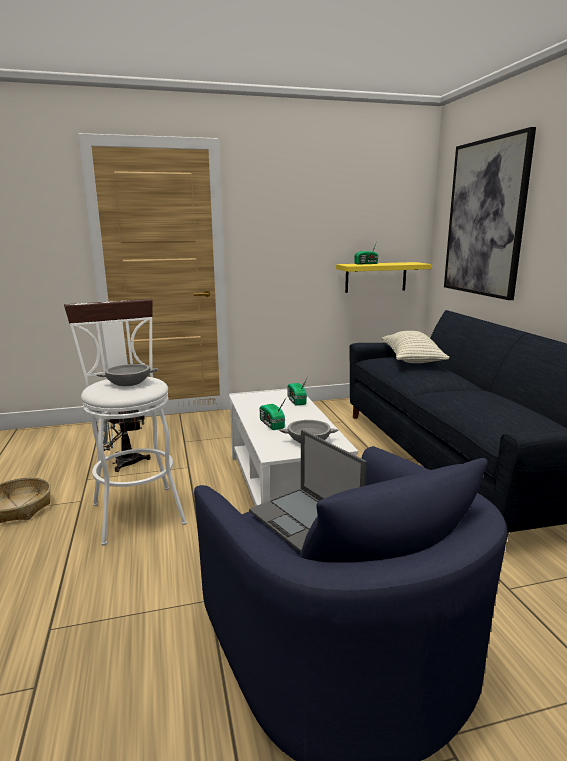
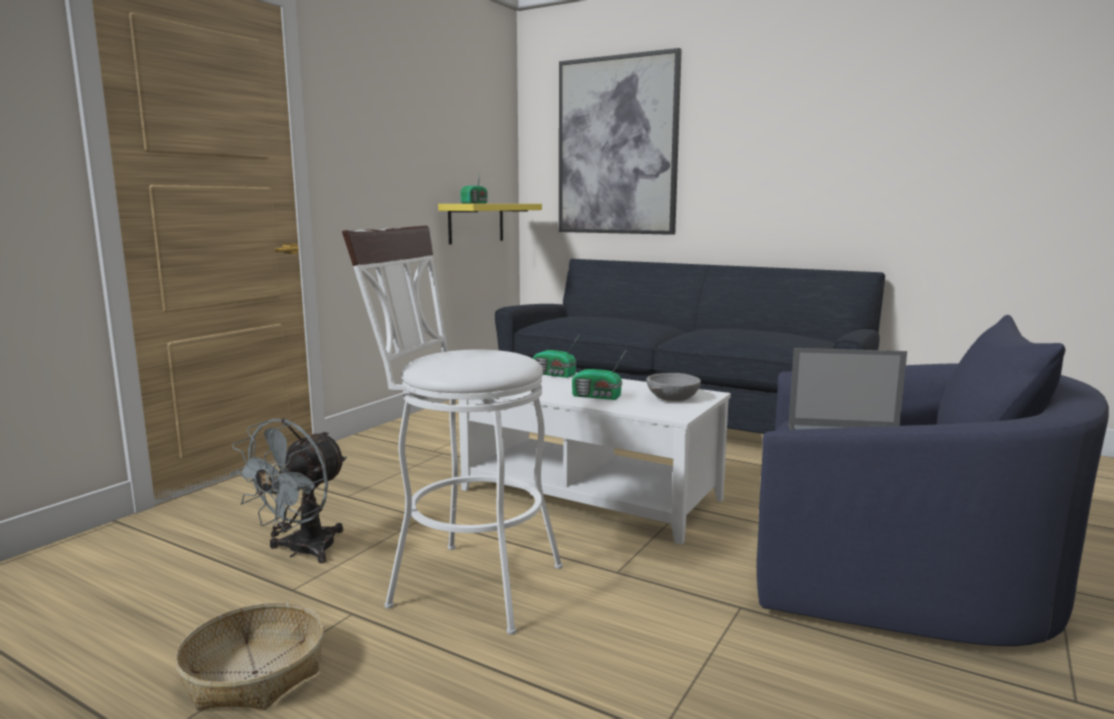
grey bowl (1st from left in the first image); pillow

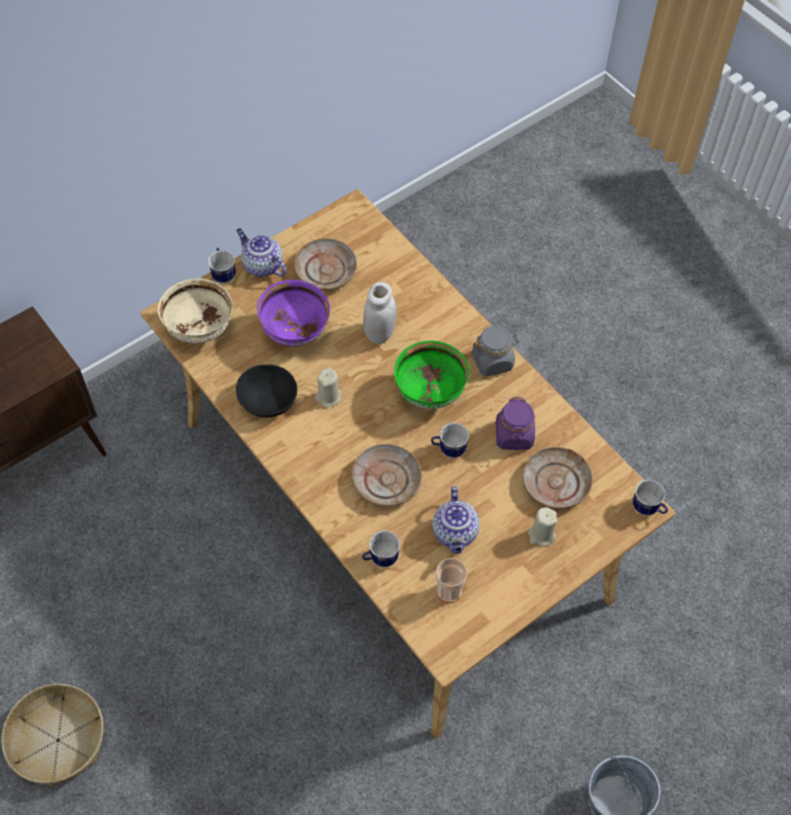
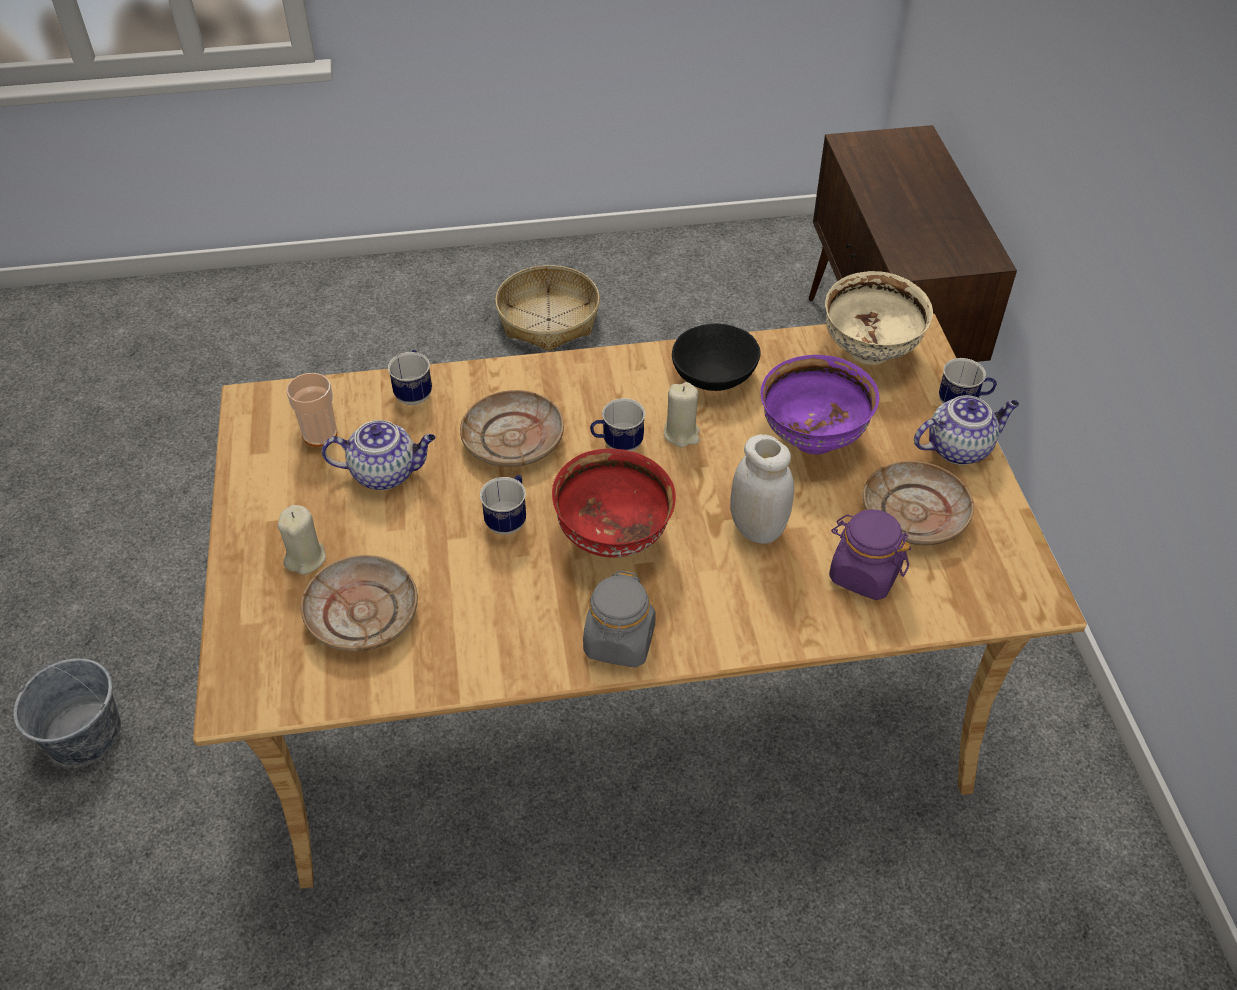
red bowl; teapot (1st from left); purple jar; mug (3rd from left)

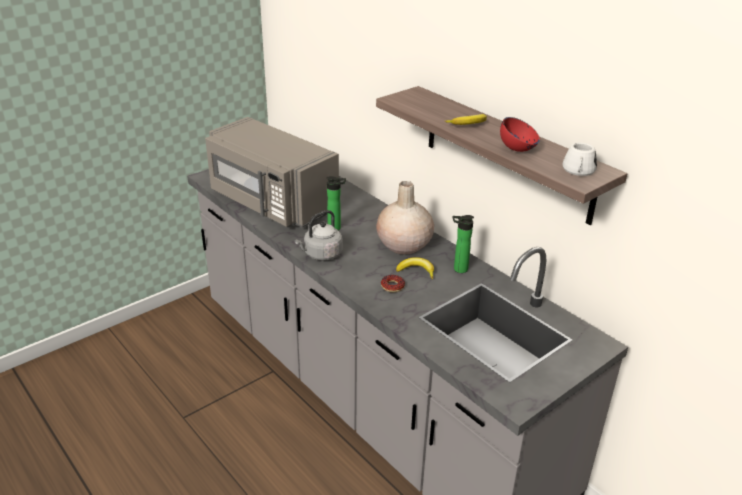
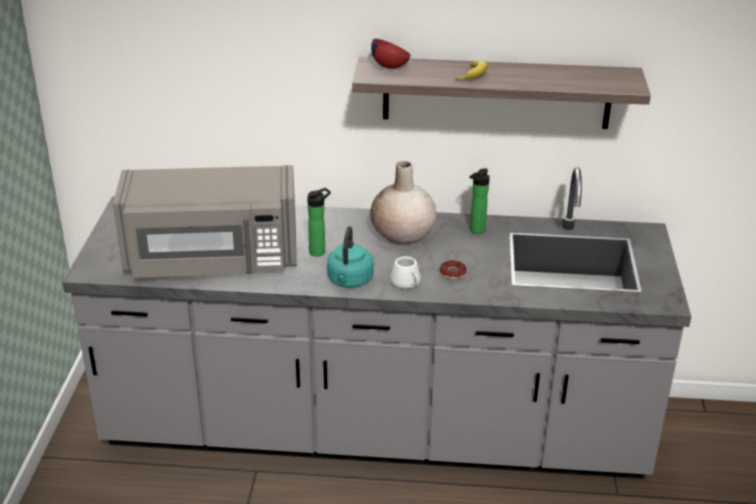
turquoise kettle; banana (1st from left in the first image); red bowl; white mug

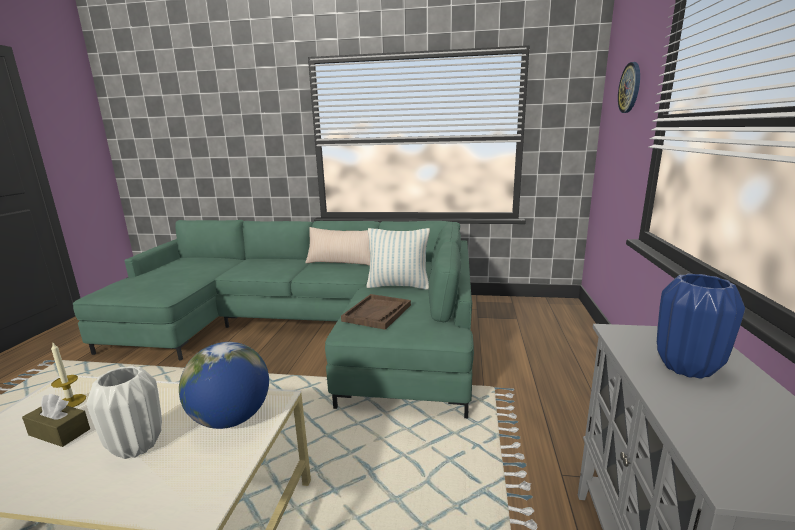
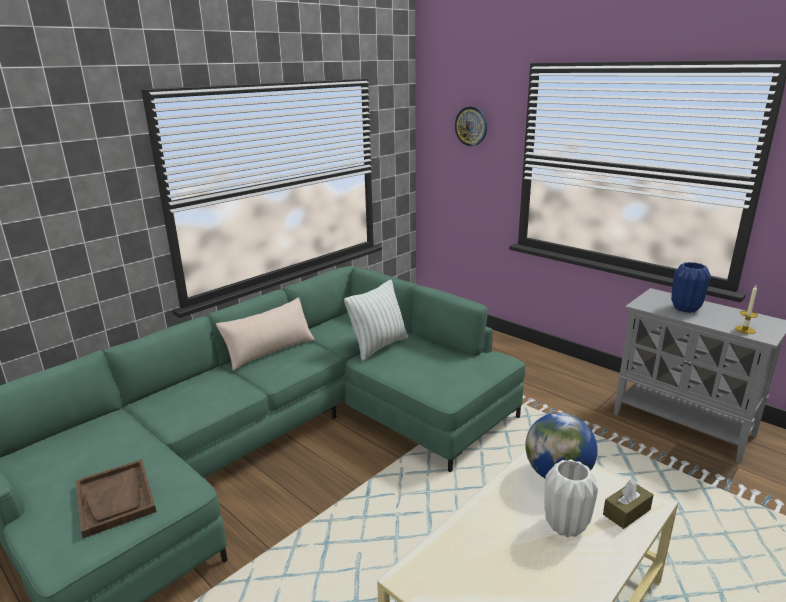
brown tissue box; candle; brown tray

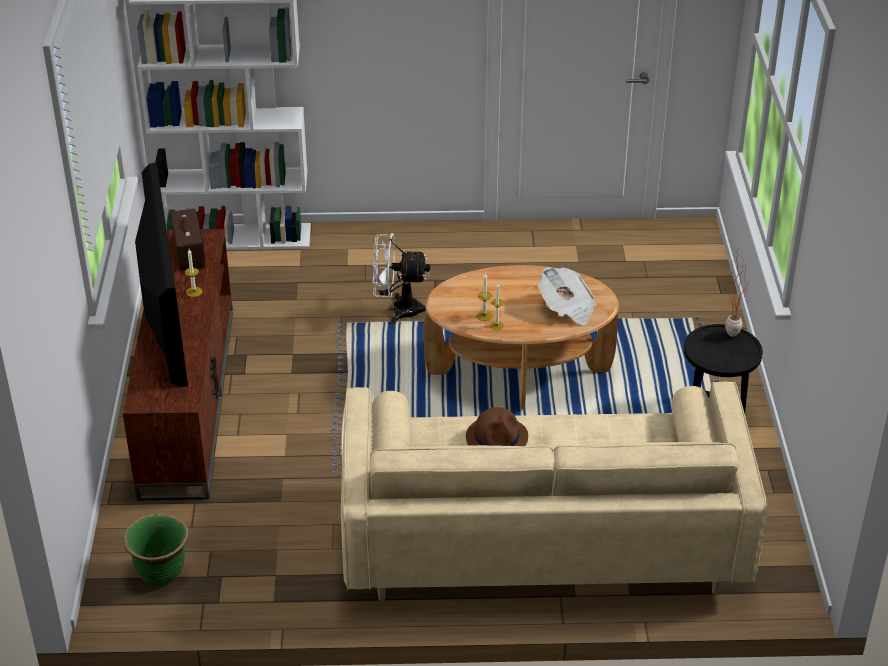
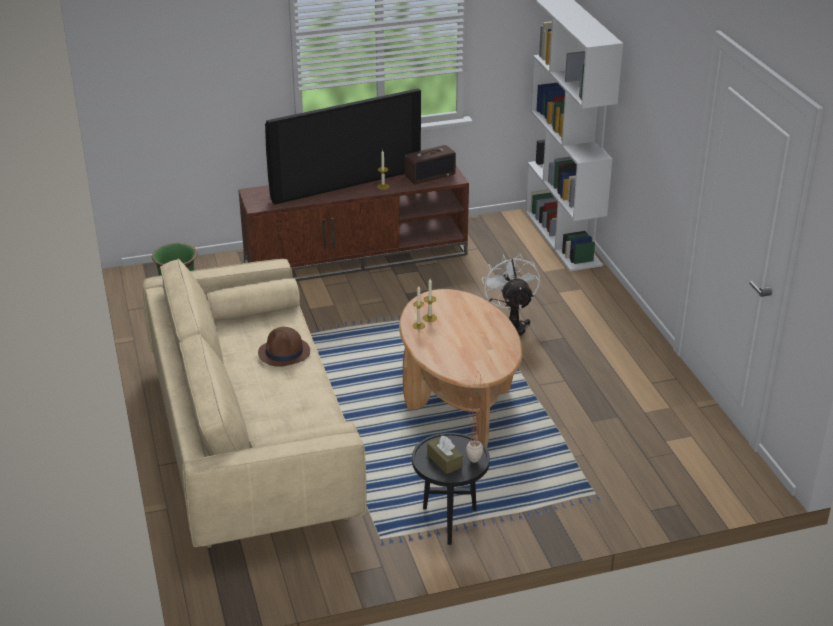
newspaper; brown tissue box

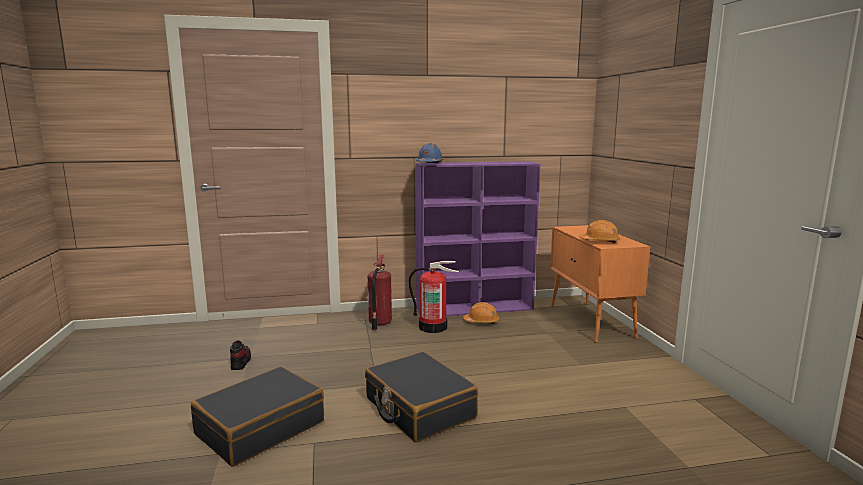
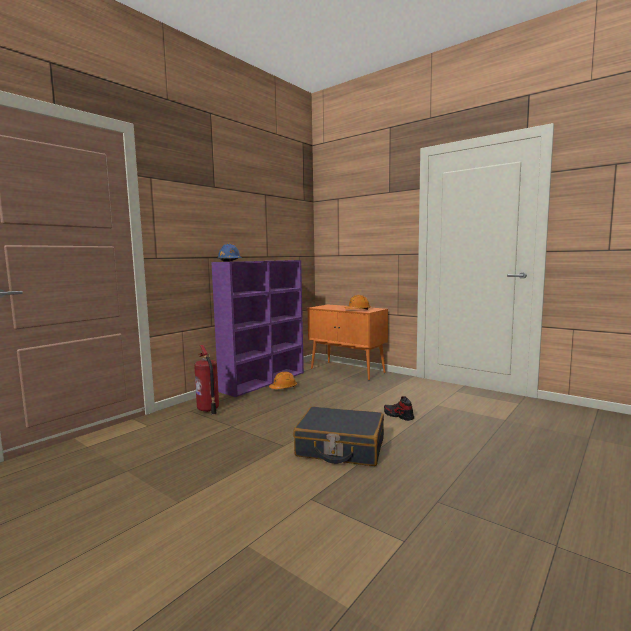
black suitcase (1st from left in the first image); shoe; fire extinguisher (2nd from left in the first image)

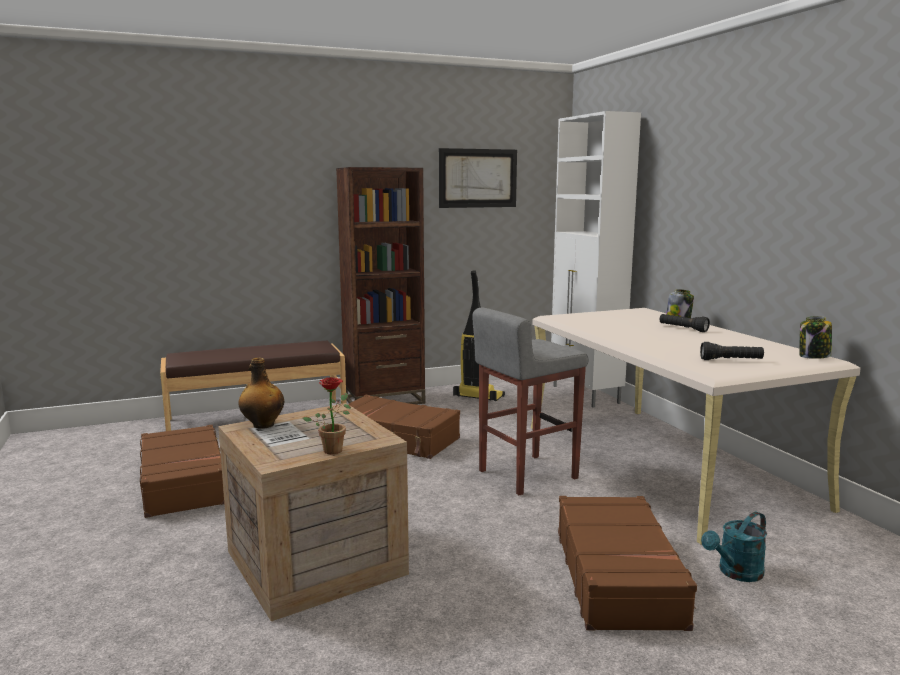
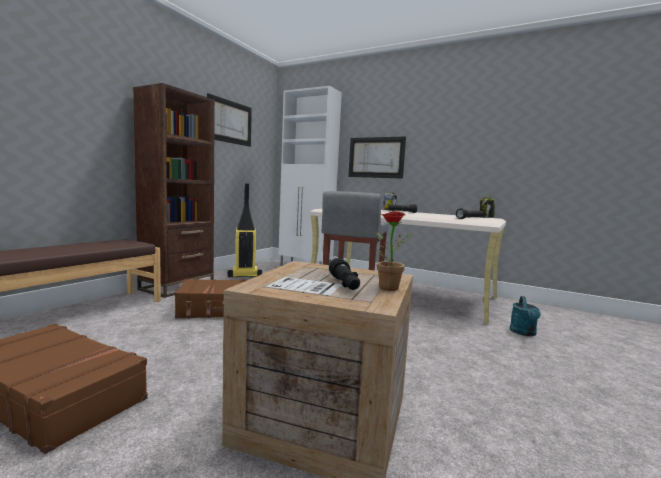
bottle; brown suitcase (3rd from left in the first image); black flashlight (1st from left); picture (2nd from left)

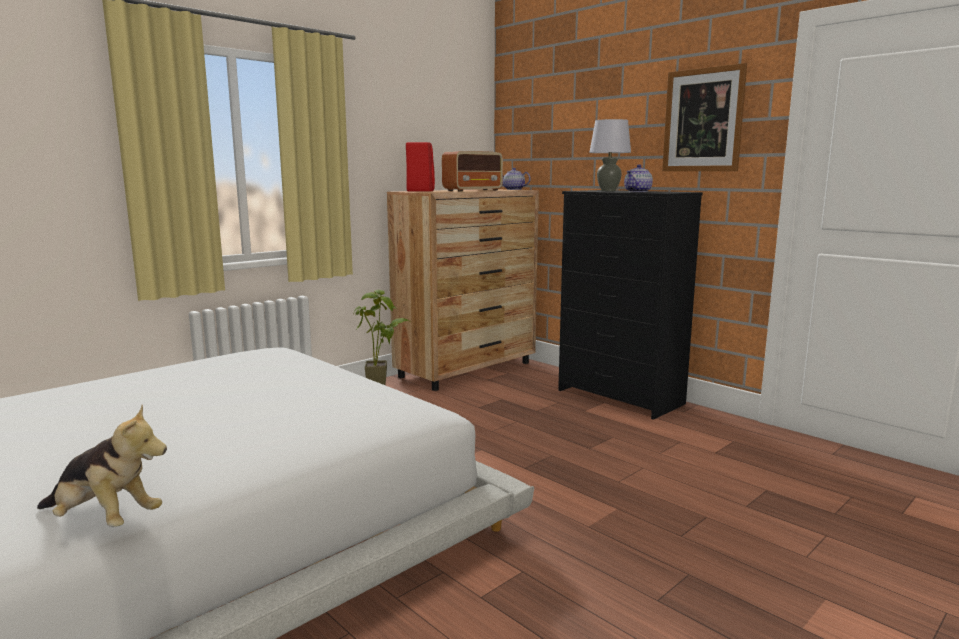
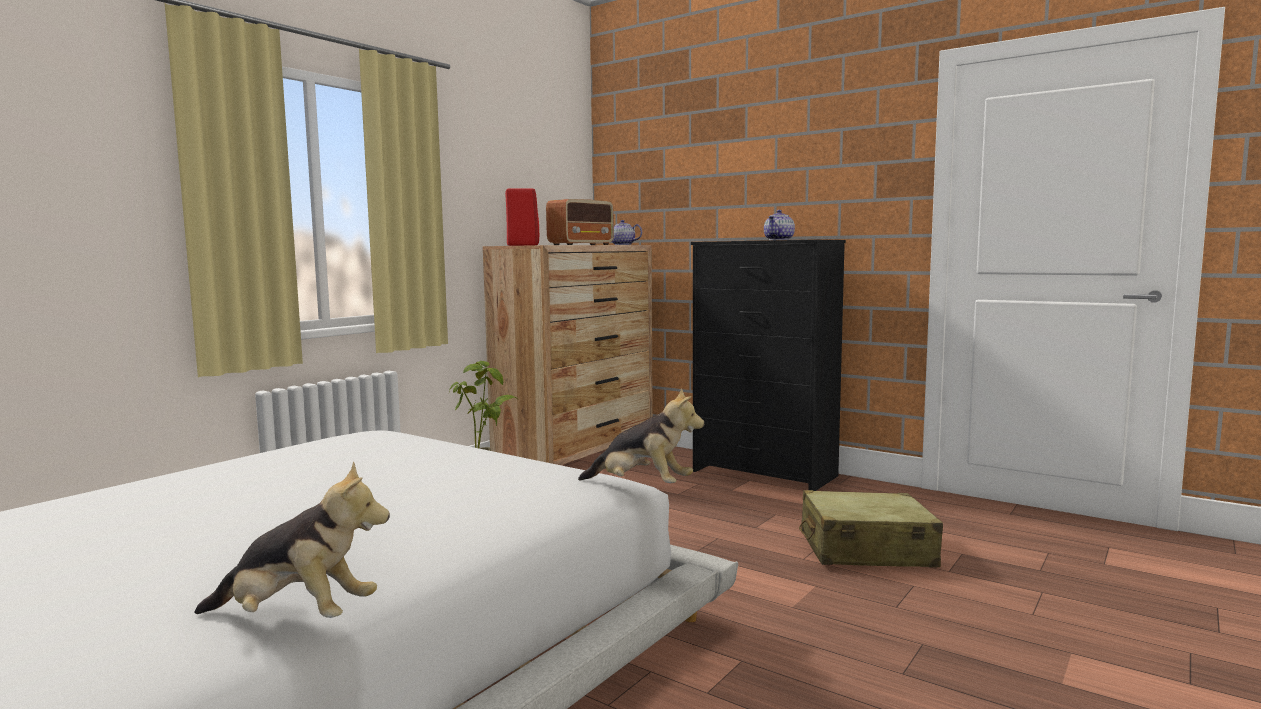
grey table lamp; picture; plush toy (2nd from left); beige suitcase

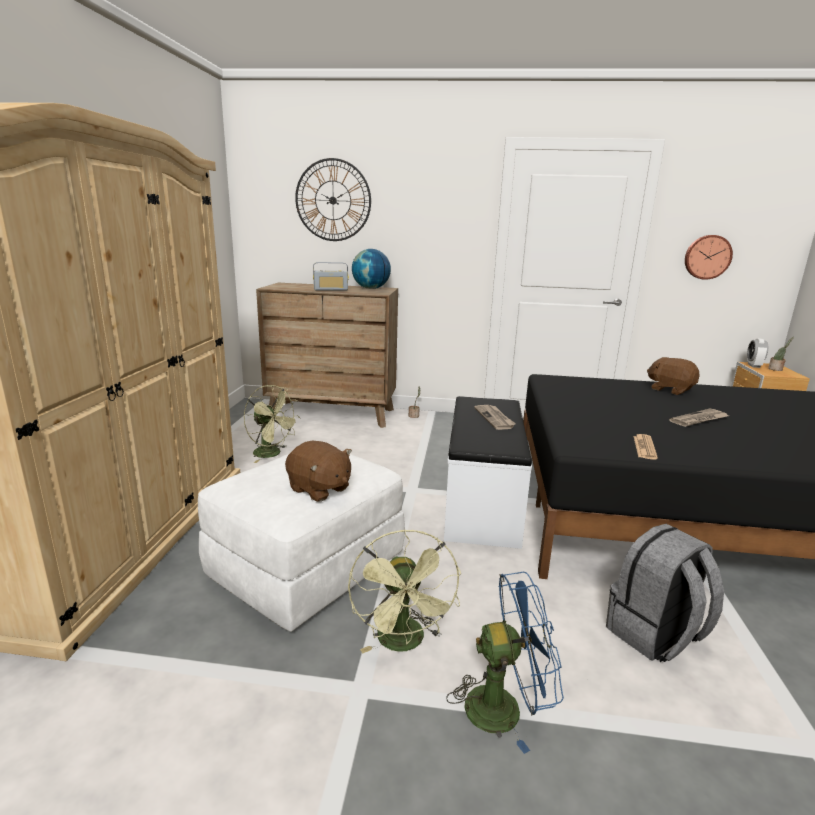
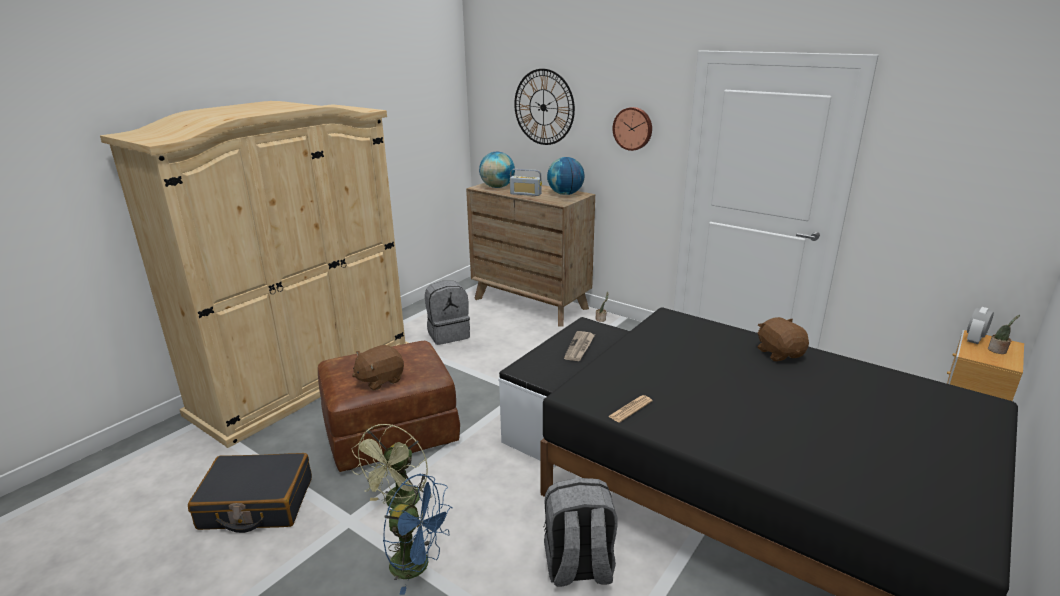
brown ottoman; grey backpack (1st from left); brown plush toy (1st from left); newspaper (3rd from left in the first image); wall clock (2nd from left); black suitcase; globe (1st from left)

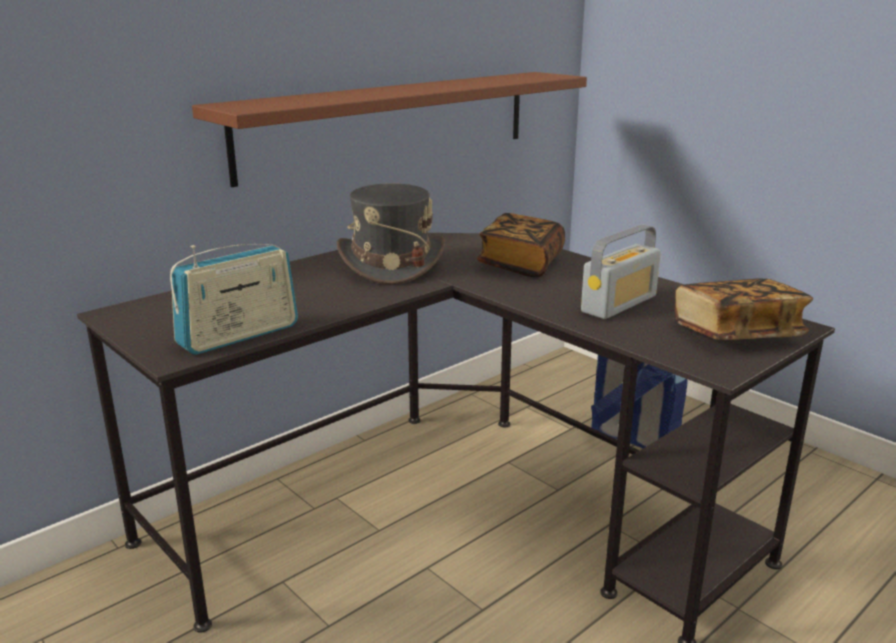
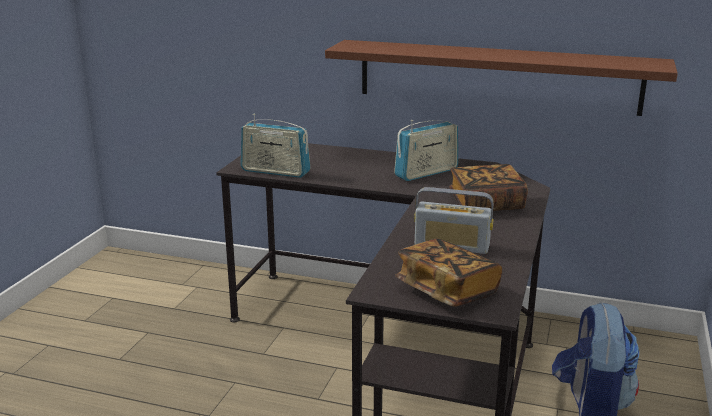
radio (2nd from left)

